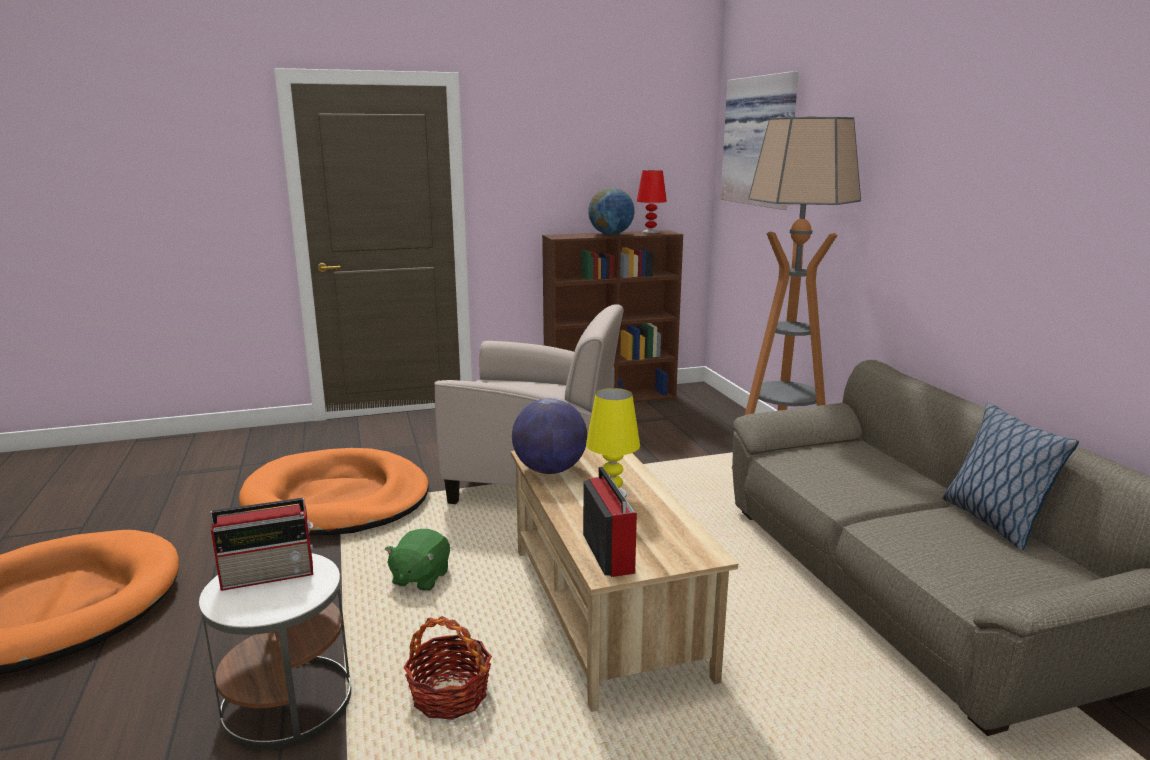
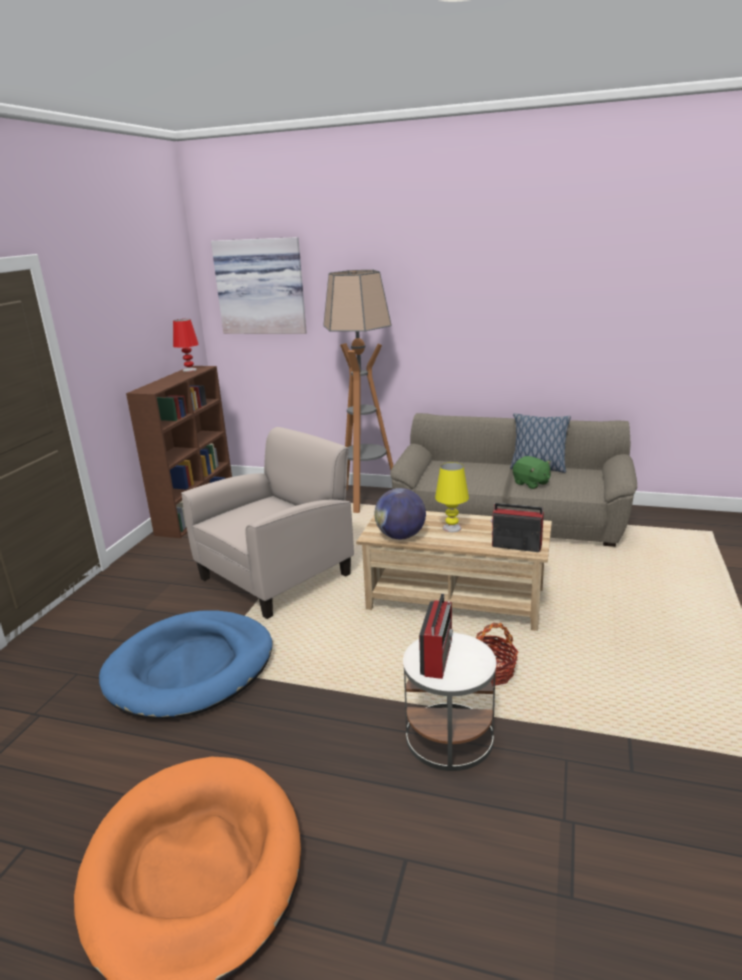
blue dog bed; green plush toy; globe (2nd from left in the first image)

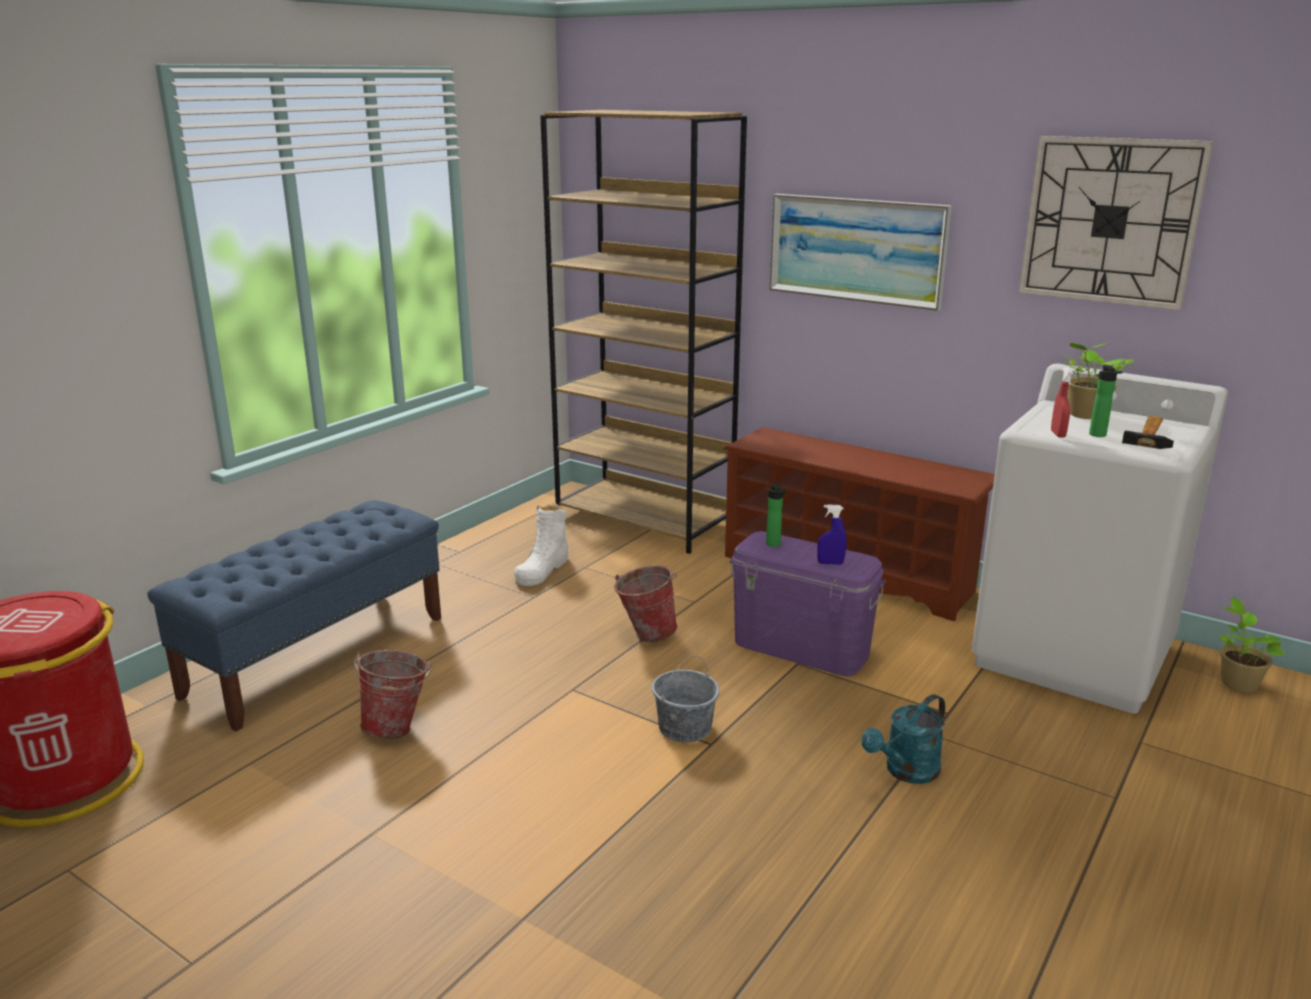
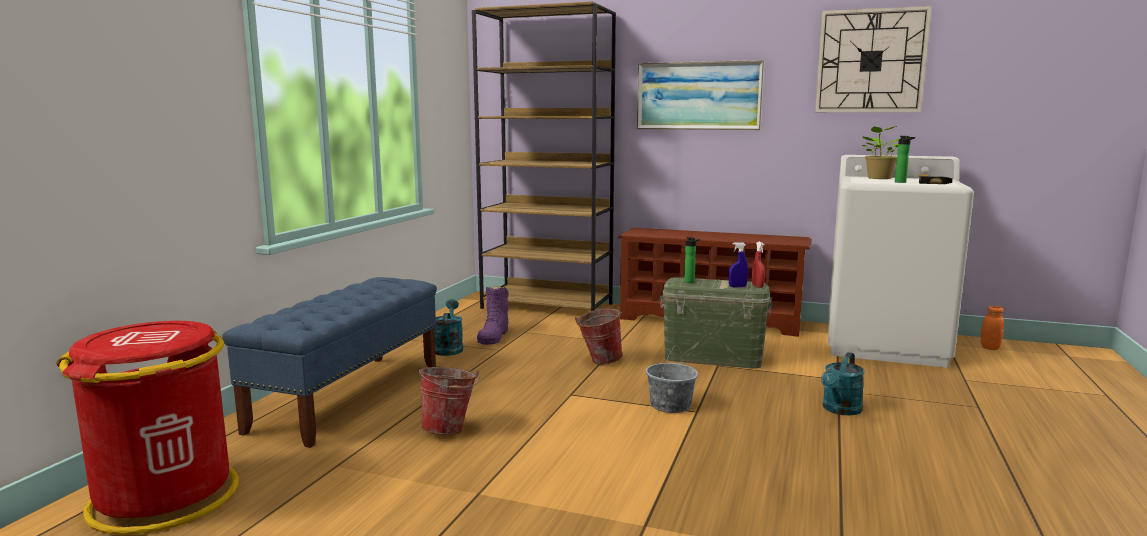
purple boot; green storage box; red spray bottle; orange jar; turquoise watering can (1st from left)

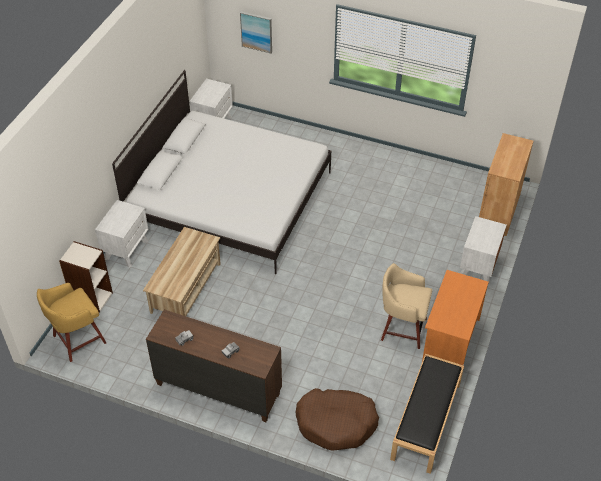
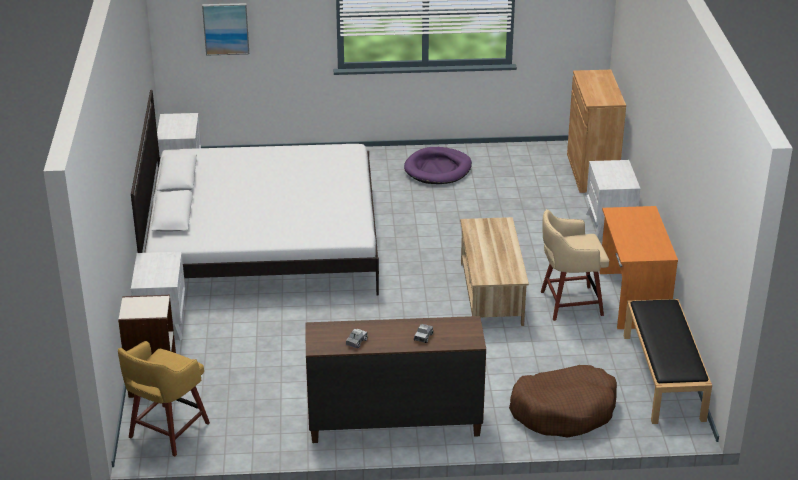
beige coffee table; purple dog bed

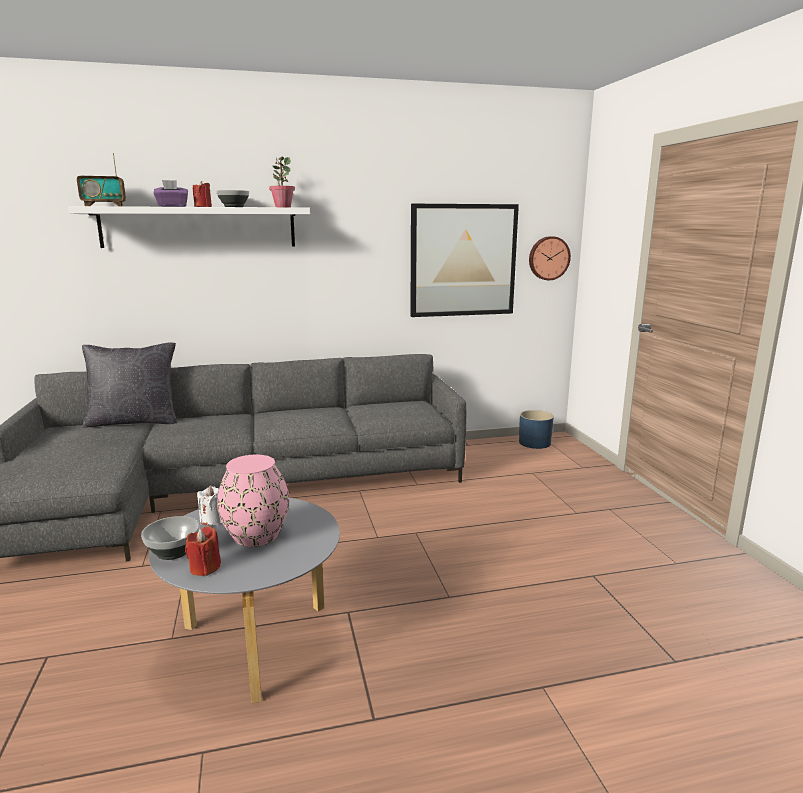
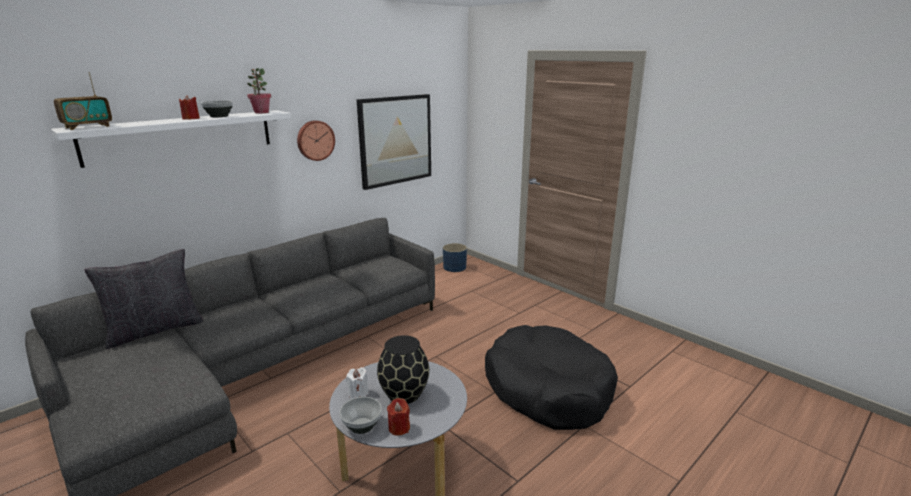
purple tissue box; black vase; wall clock; black dog bed

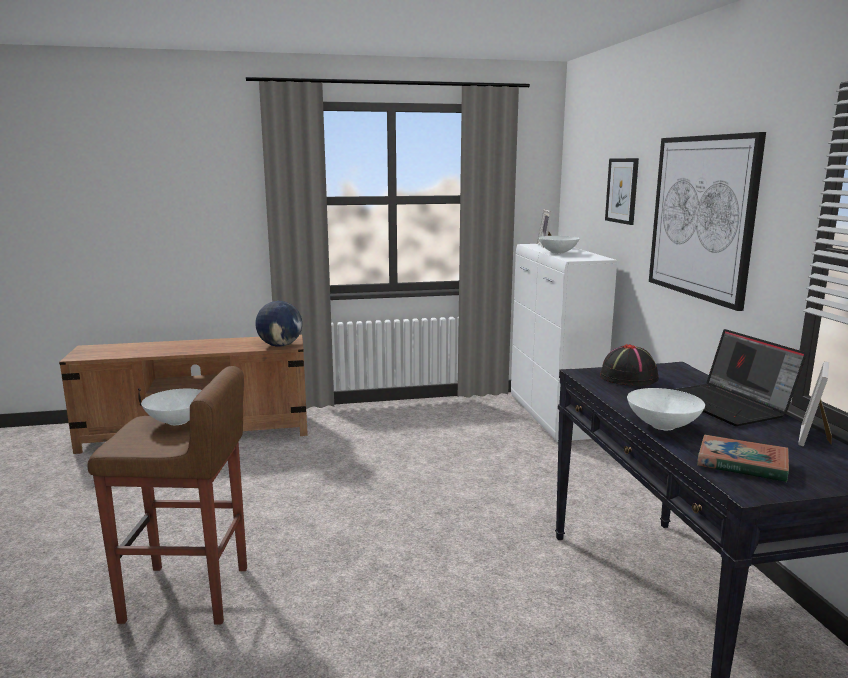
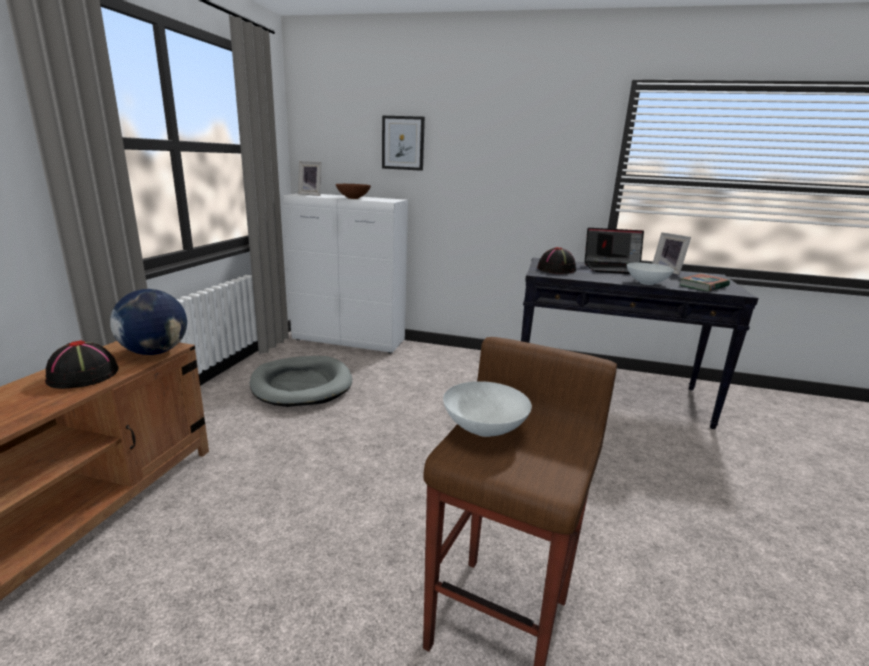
brown bowl; picture (2nd from left in the first image); black hat (1st from left); grey dog bed

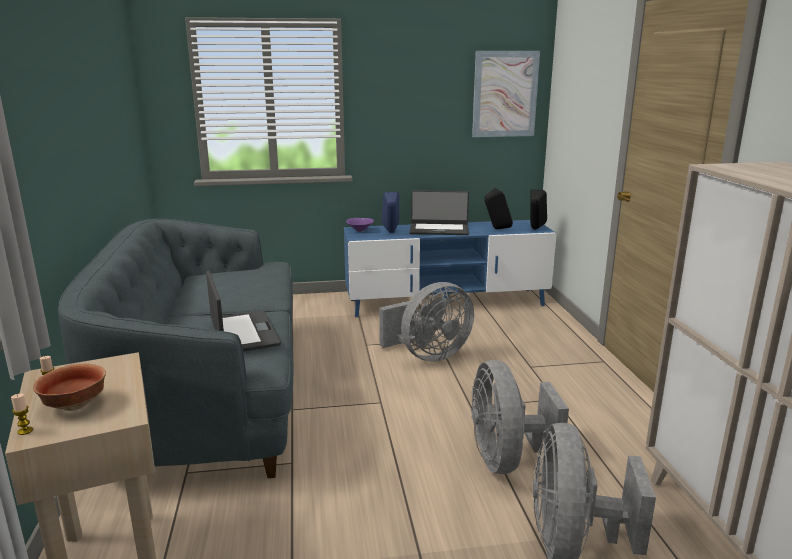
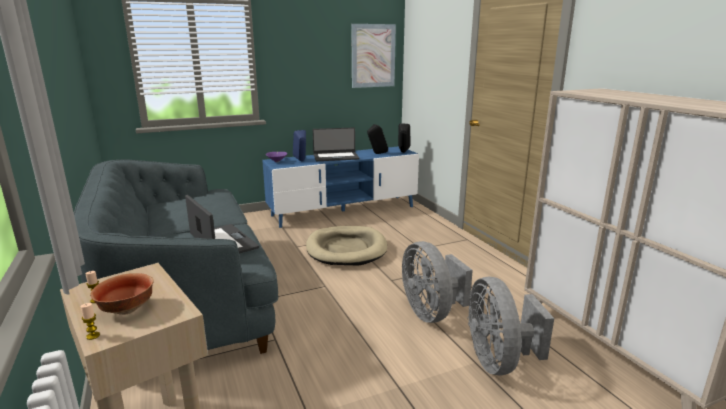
beige dog bed

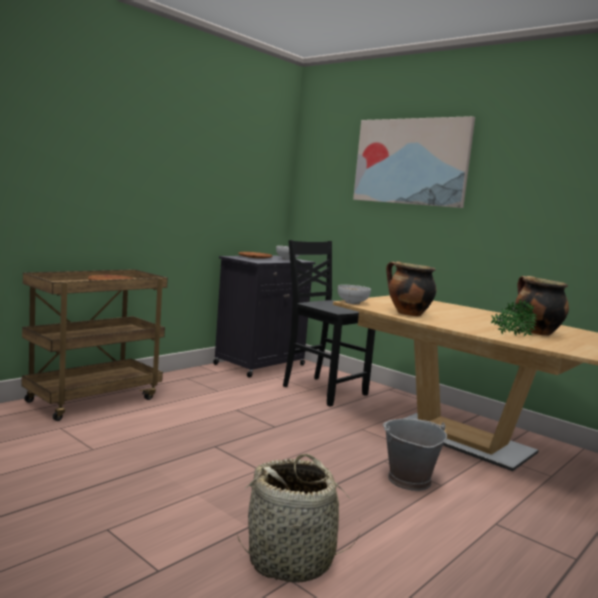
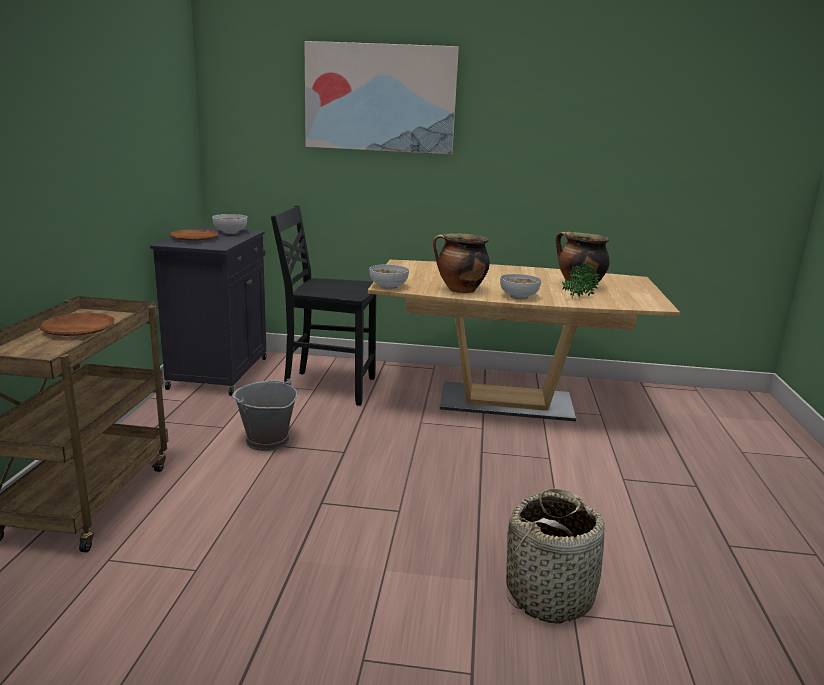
grey bucket; bowl (3rd from left)

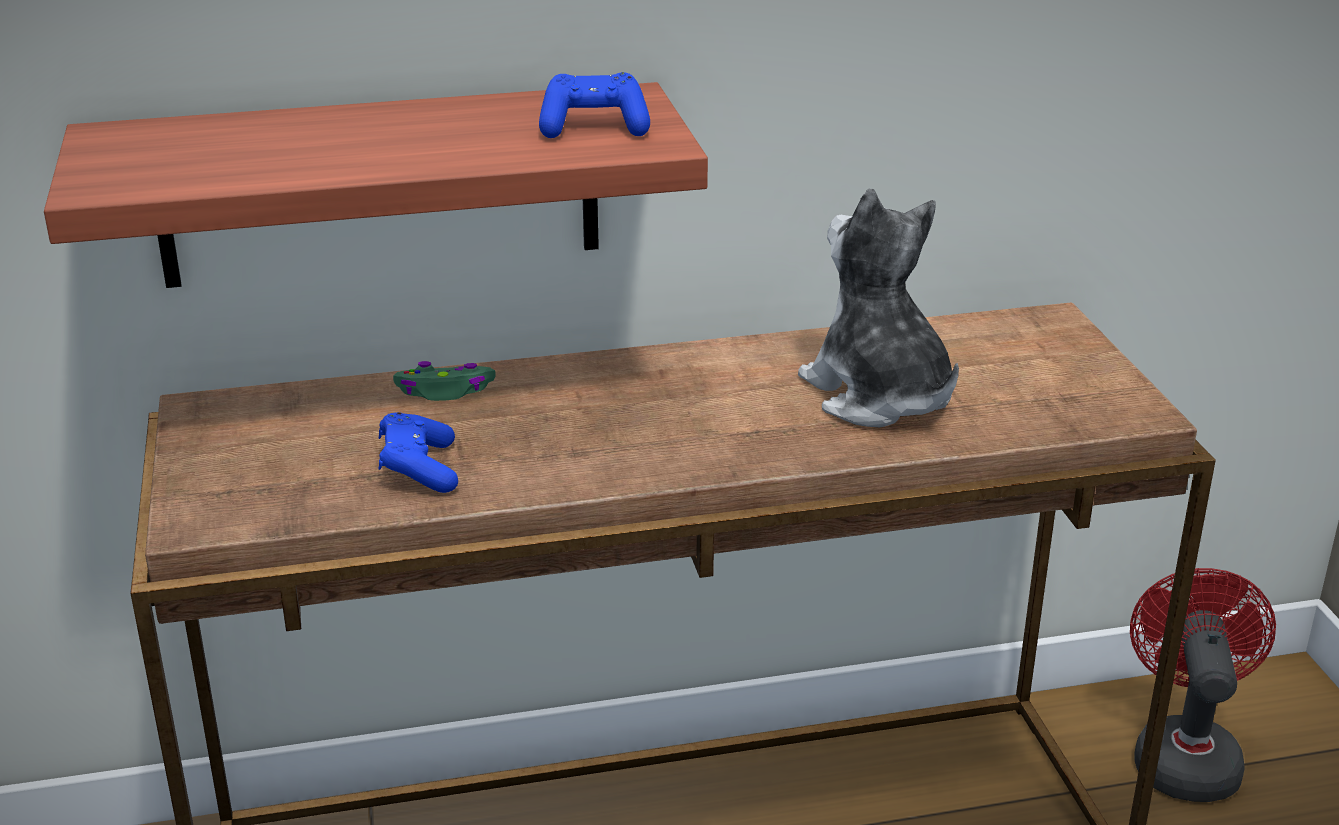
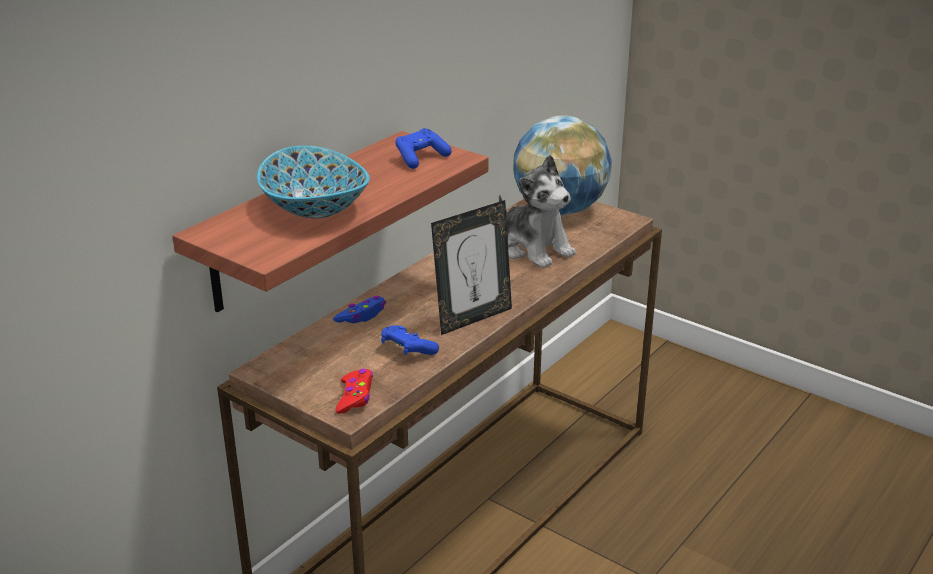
blue game controller (1st from left); plush toy; red fan; bowl; red game controller; picture frame; globe

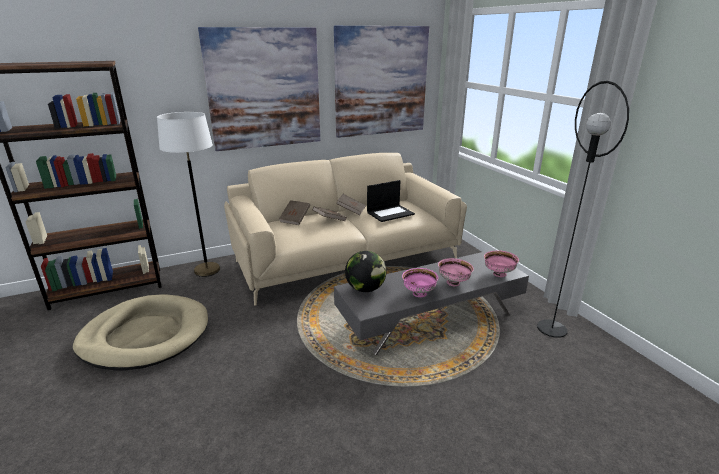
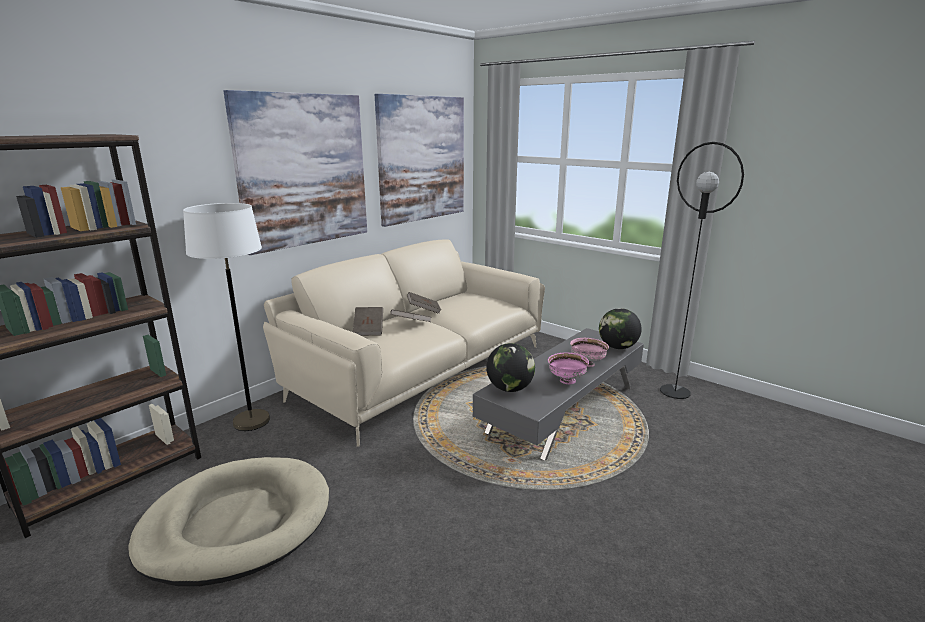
laptop; globe (2nd from left)

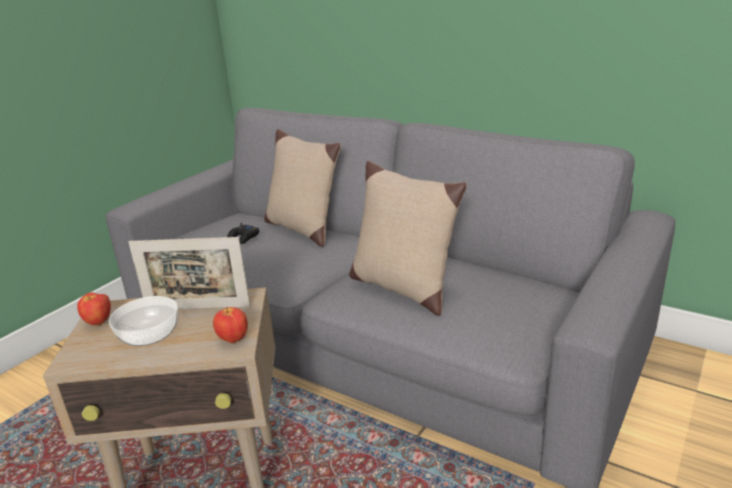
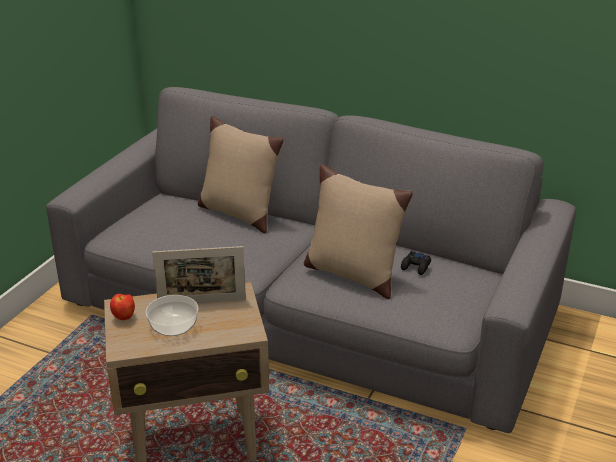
apple (2nd from left in the first image); black game controller

